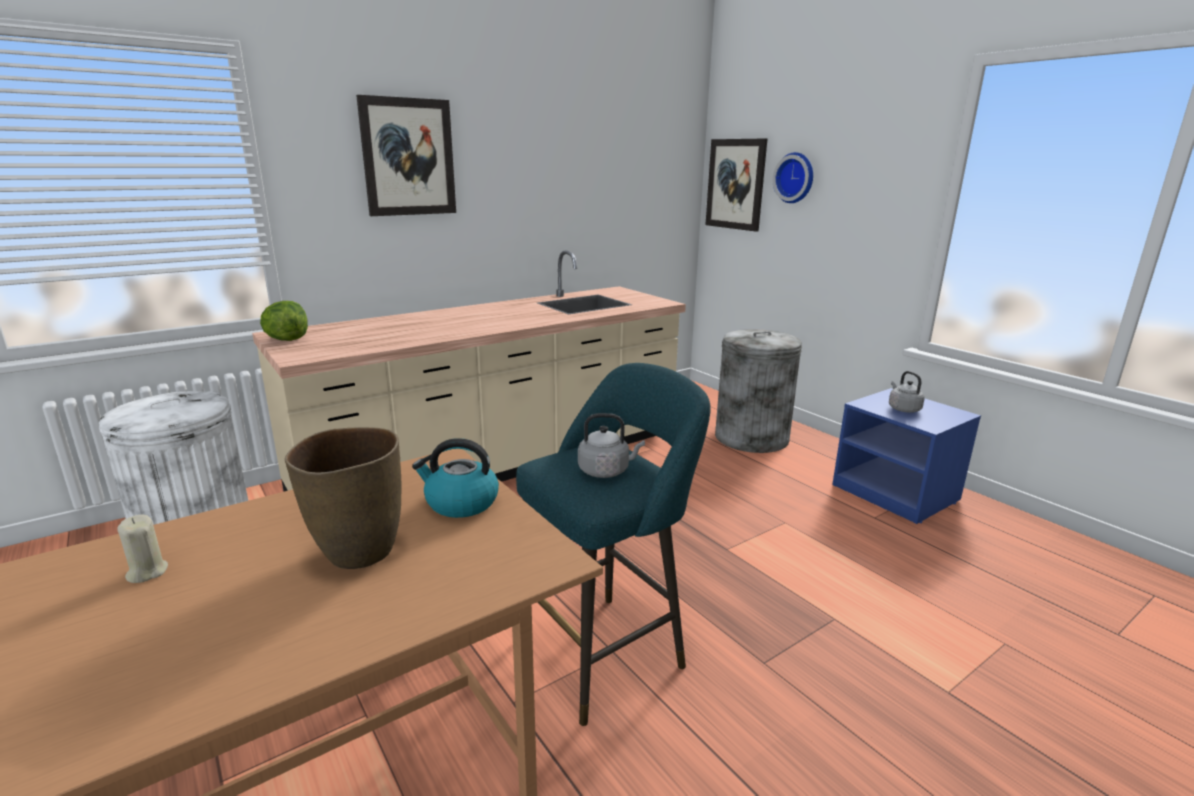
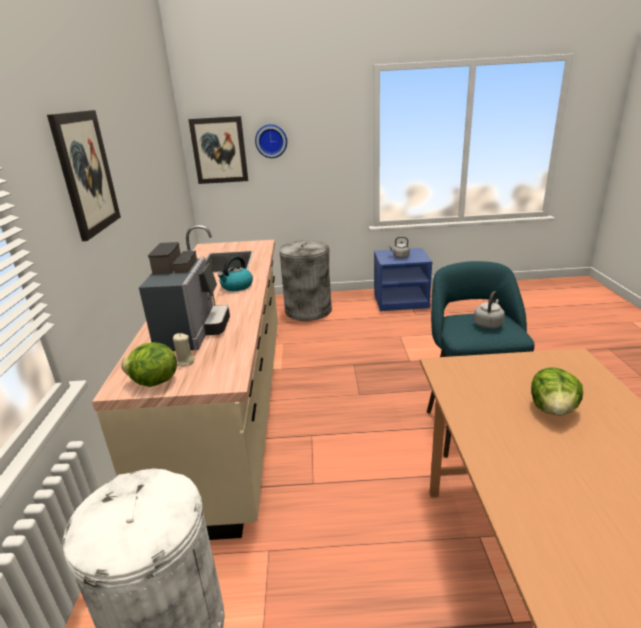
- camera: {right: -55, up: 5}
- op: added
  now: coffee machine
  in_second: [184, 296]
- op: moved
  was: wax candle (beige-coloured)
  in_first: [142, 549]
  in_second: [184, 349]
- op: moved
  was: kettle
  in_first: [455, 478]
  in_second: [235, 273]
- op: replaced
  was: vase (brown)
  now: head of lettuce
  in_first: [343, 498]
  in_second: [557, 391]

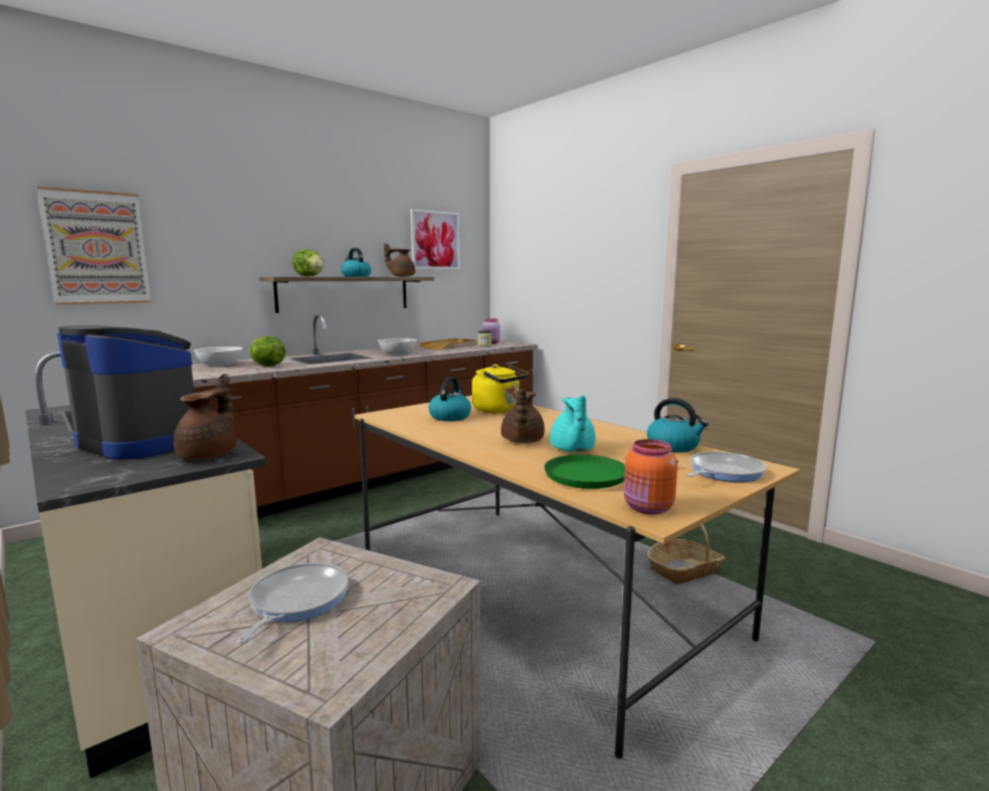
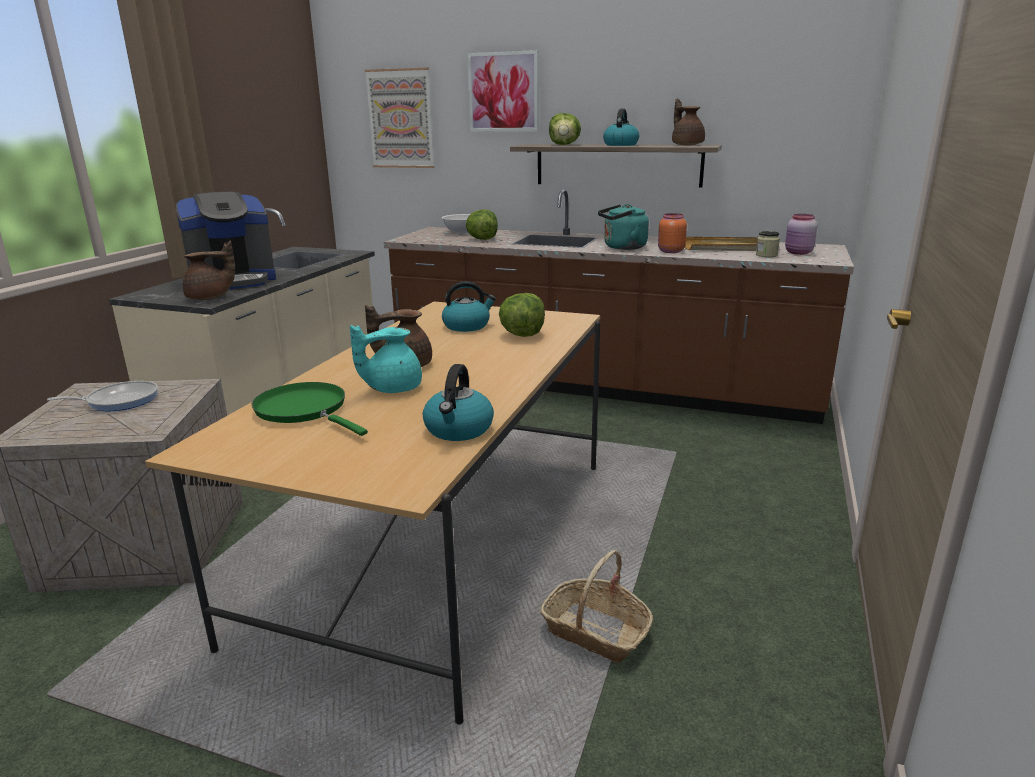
- camera: {right: 60, up: 10}
- op: turned
  was: coffee machine
  in_first: [125, 392]
  in_second: [226, 240]
  clockwise: 60
- op: moved
  was: picture
  in_first: [435, 239]
  in_second: [503, 90]
- op: replaced
  was: kettle (yellowish)
  now: head of lettuce
  in_first: [500, 388]
  in_second: [522, 315]
- op: replaced
  was: deep dish (white-coloured)
  now: kettle (blue-green)
  in_first: [397, 346]
  in_second: [623, 227]
- op: moved
  was: preserve jar (orange-coloured)
  in_first: [651, 476]
  in_second: [672, 233]
- op: removed
  was: frying pan
  in_first: [726, 467]

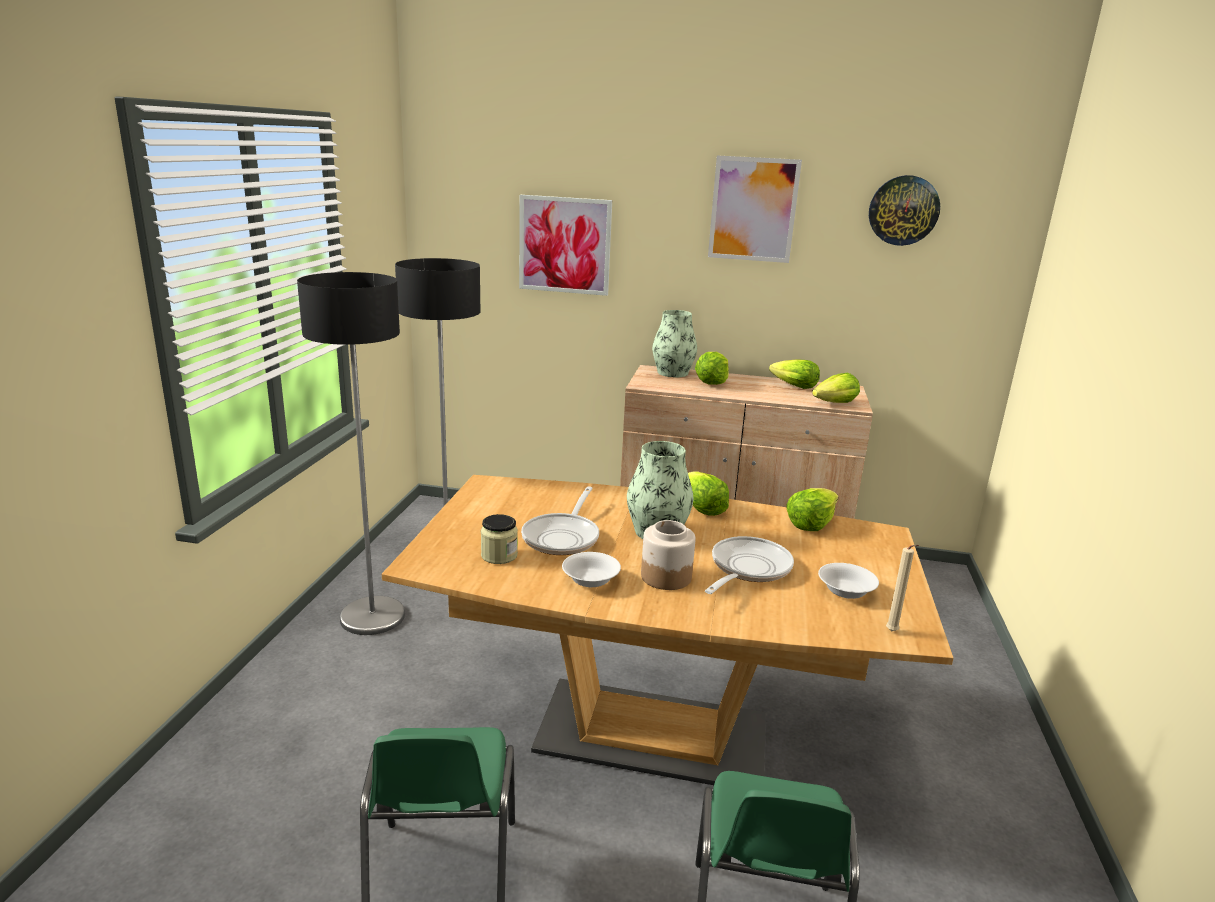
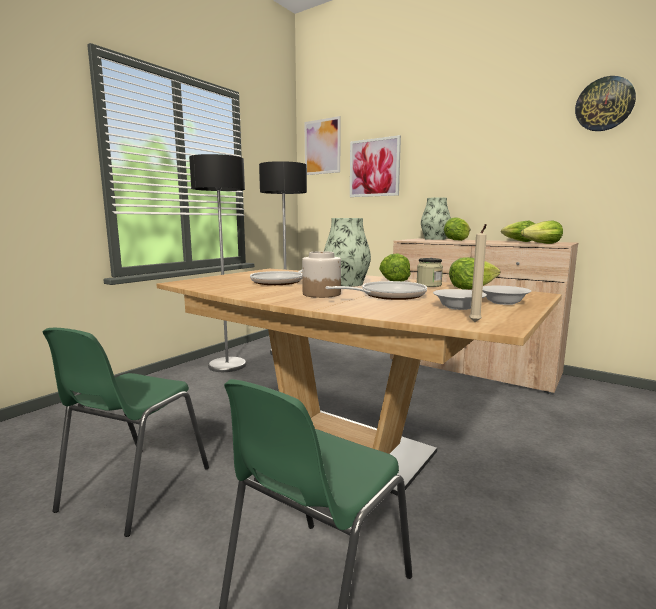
- camera: {right: 25, up: -10}
- op: moved
  was: picture
  in_first: [755, 209]
  in_second: [323, 145]
- op: moved
  was: preserve jar
  in_first: [499, 539]
  in_second: [430, 272]
- op: moved
  was: deep dish (white-coloured)
  in_first: [591, 569]
  in_second: [507, 295]

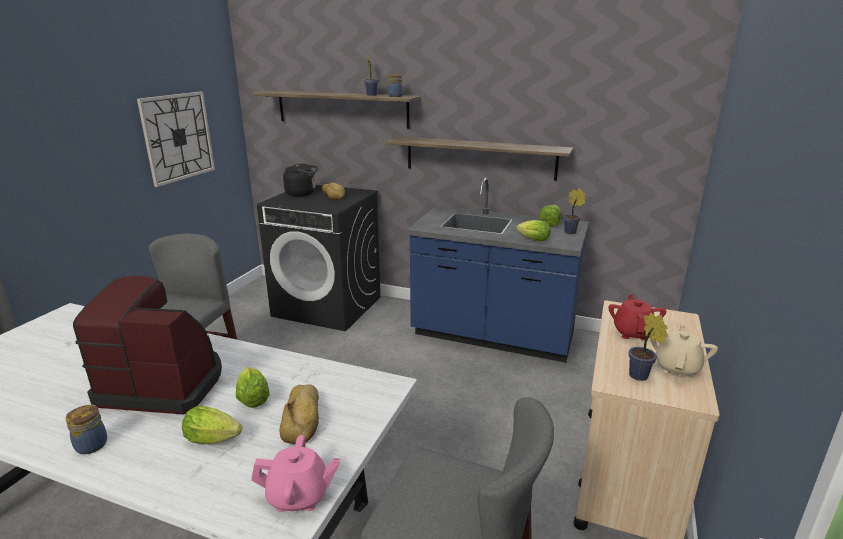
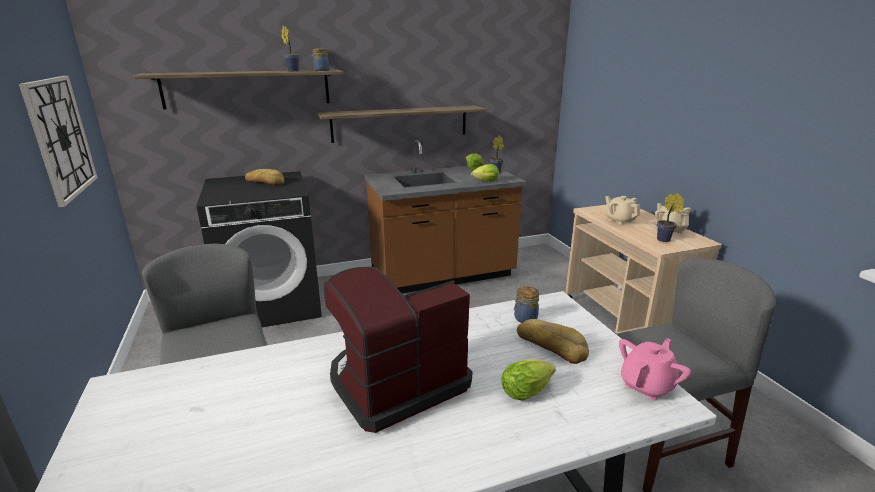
- camera: {right: -40, up: 0}
- op: recoloured
  was: kitchen base unit (blue-coloured)
  now: kitchen base unit (brown)
  in_first: [497, 270]
  in_second: [445, 216]
- op: moved
  was: preserve jar
  in_first: [86, 429]
  in_second: [526, 304]
- op: recoloured
  was: teapot (reddish)
  now: teapot (beige-coloured)
  in_first: [637, 318]
  in_second: [622, 210]
- op: removed
  was: head of lettuce
  in_first: [253, 387]
- op: removed
  was: kettle (black-coloured)
  in_first: [300, 179]

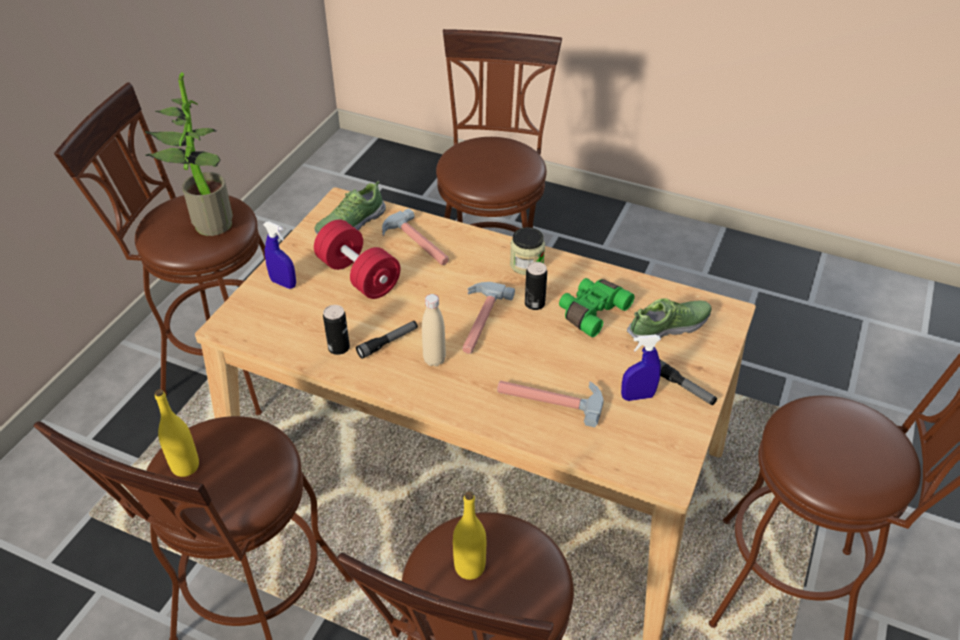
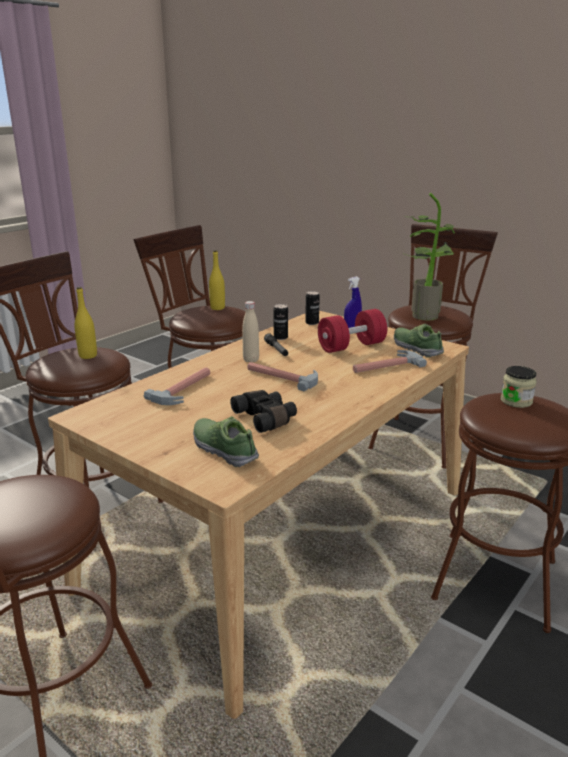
- camera: {right: 105, up: -20}
- op: turned
  was: low shoe
  in_first: [669, 320]
  in_second: [226, 441]
  clockwise: 150
- op: recoloured
  was: field glasses (green)
  now: field glasses (black-coloured)
  in_first: [597, 307]
  in_second: [263, 411]
- op: moved
  was: sealed can
  in_first: [536, 286]
  in_second: [312, 308]
- op: moved
  was: preserve jar
  in_first: [527, 251]
  in_second: [518, 387]
- op: removed
  was: spray bottle (blue-coloured)
  in_first: [641, 367]
- op: removed
  was: hand torch
  in_first: [688, 382]

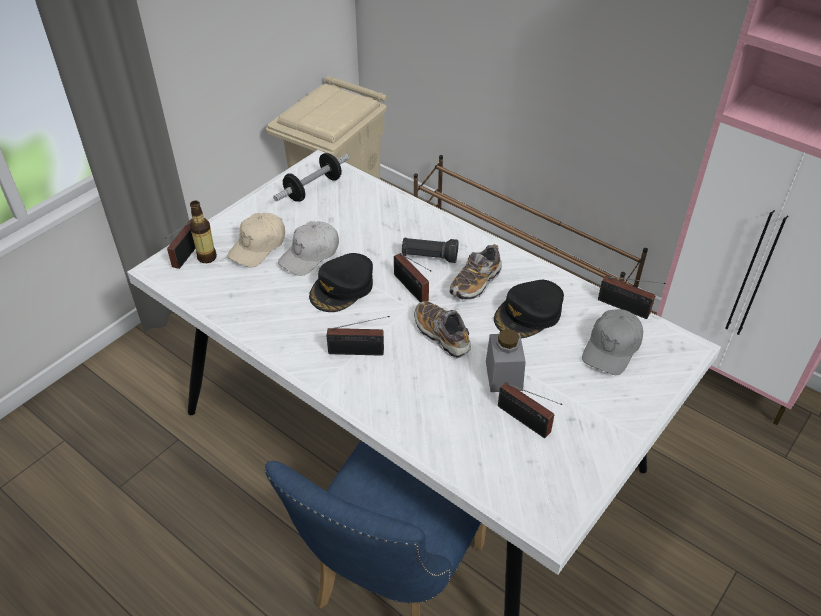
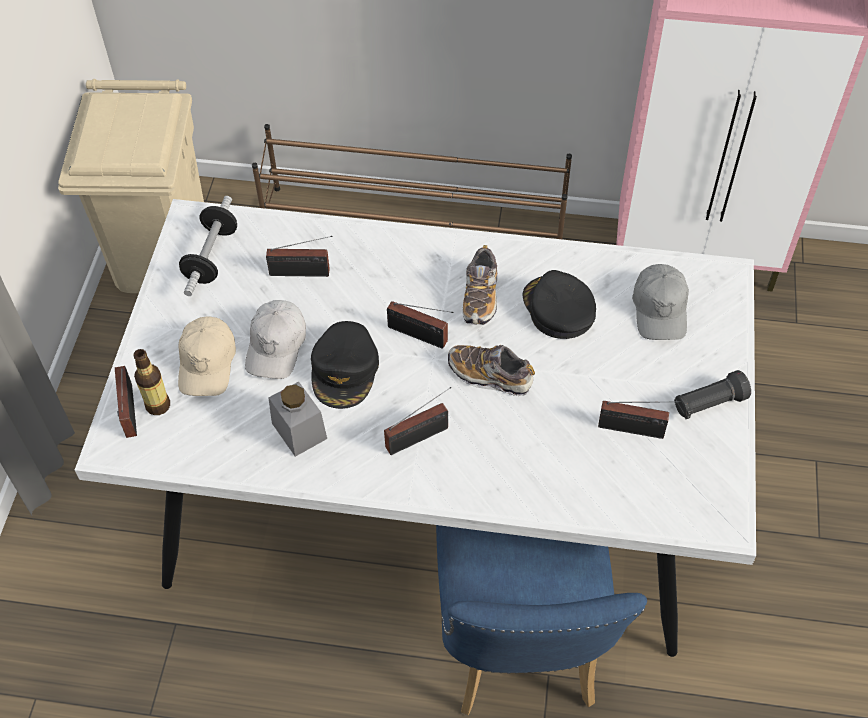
- camera: {right: -30, up: 10}
- op: moved
  was: radio receiver
  in_first: [632, 297]
  in_second: [299, 256]
- op: moved
  was: preserve jar (grey)
  in_first: [506, 360]
  in_second: [297, 419]
- op: turned
  was: peaked cap (black-coloured)
  in_first: [529, 309]
  in_second: [559, 304]
  clockwise: 135
- op: moved
  was: hand torch (black-coloured)
  in_first: [430, 250]
  in_second: [712, 394]

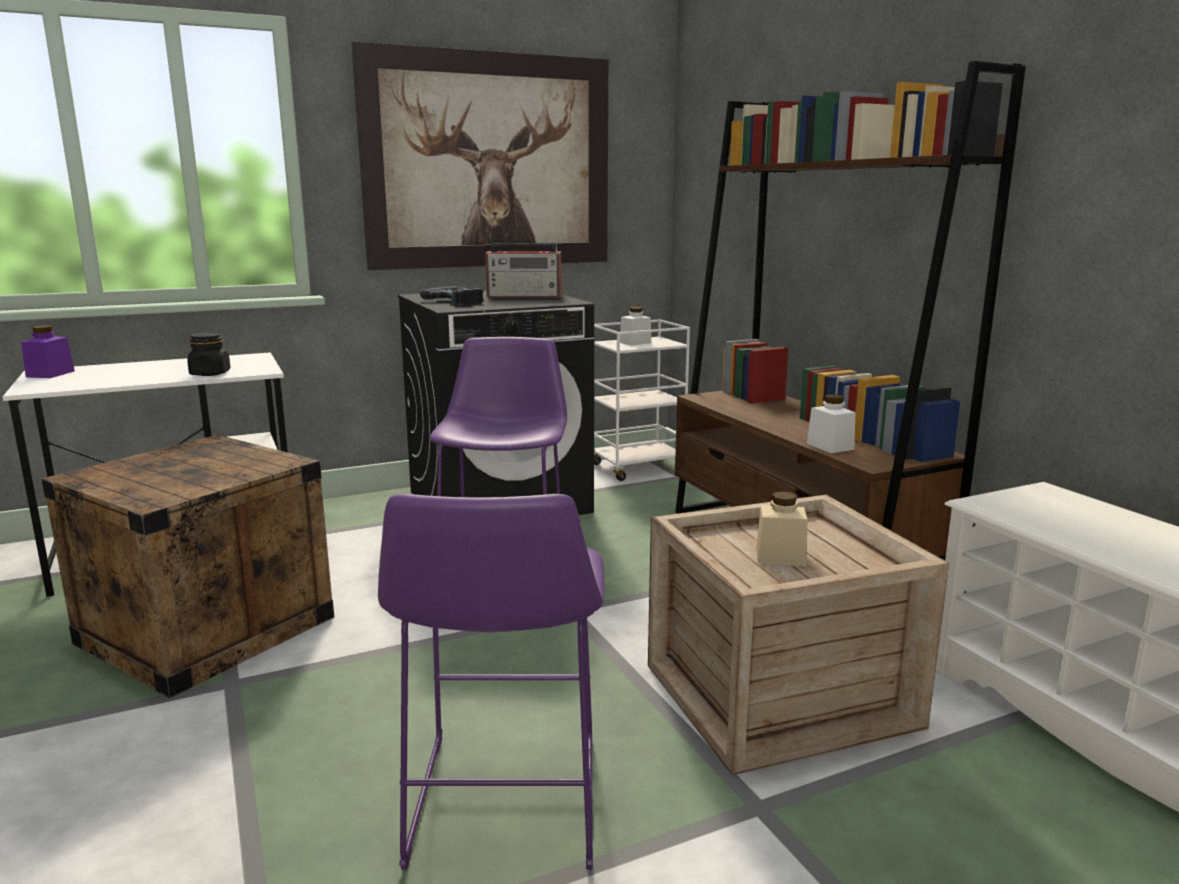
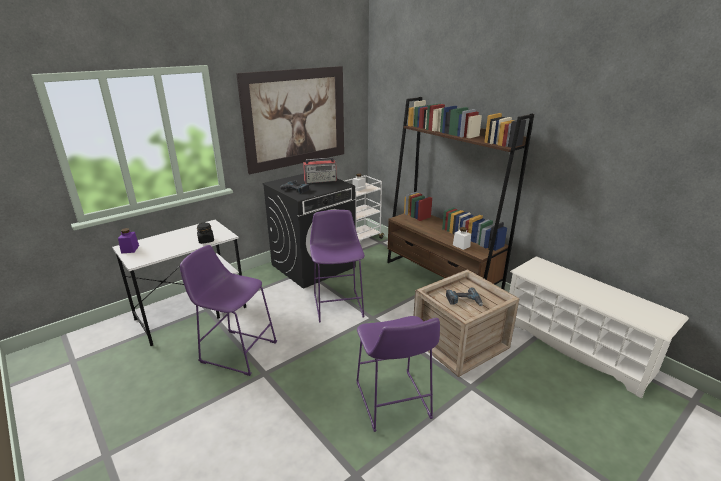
- camera: {right: -15, up: 10}
- op: replaced
  was: crate
  now: sitting stool (purple-coloured)
  in_first: [187, 566]
  in_second: [228, 310]
- op: replaced
  was: preserve jar (beige-coloured)
  now: power drill
  in_first: [782, 528]
  in_second: [464, 296]

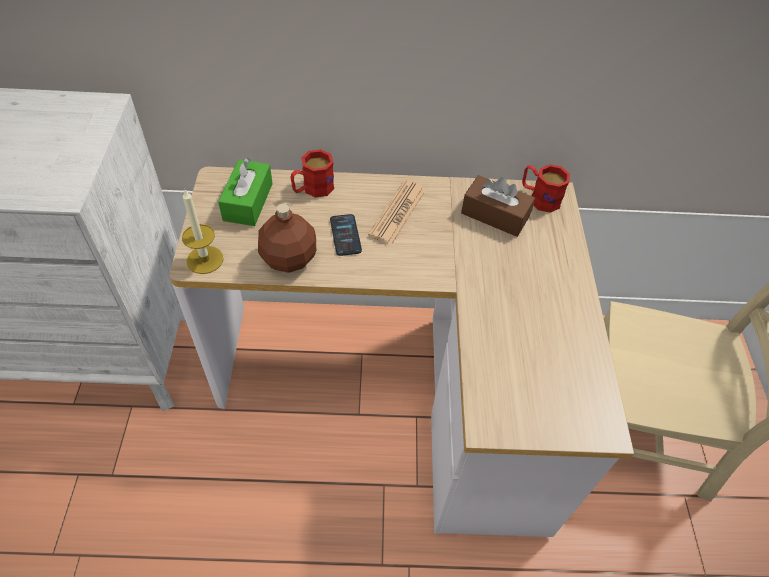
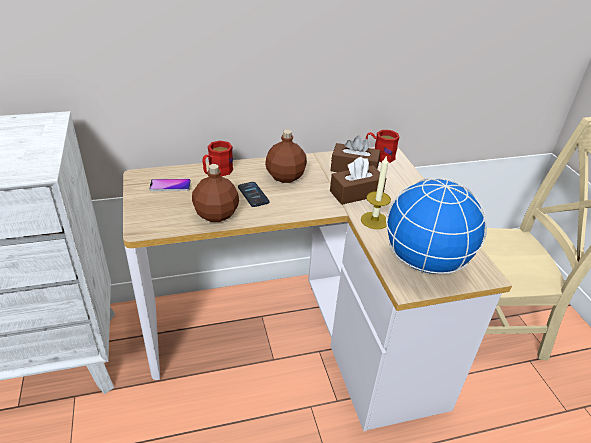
- camera: {right: -15, up: -15}
- op: replaced
  was: tissue box (green)
  now: phone
  in_first: [245, 191]
  in_second: [170, 184]
- op: replaced
  was: newspaper
  now: beverage bottle (brown)
  in_first: [396, 213]
  in_second: [286, 156]
- op: added
  now: tissue box (brown)
  in_second: [358, 181]
- op: moved
  was: wax candle
  in_first: [202, 232]
  in_second: [376, 192]
- op: added
  now: world globe
  in_second: [436, 226]

